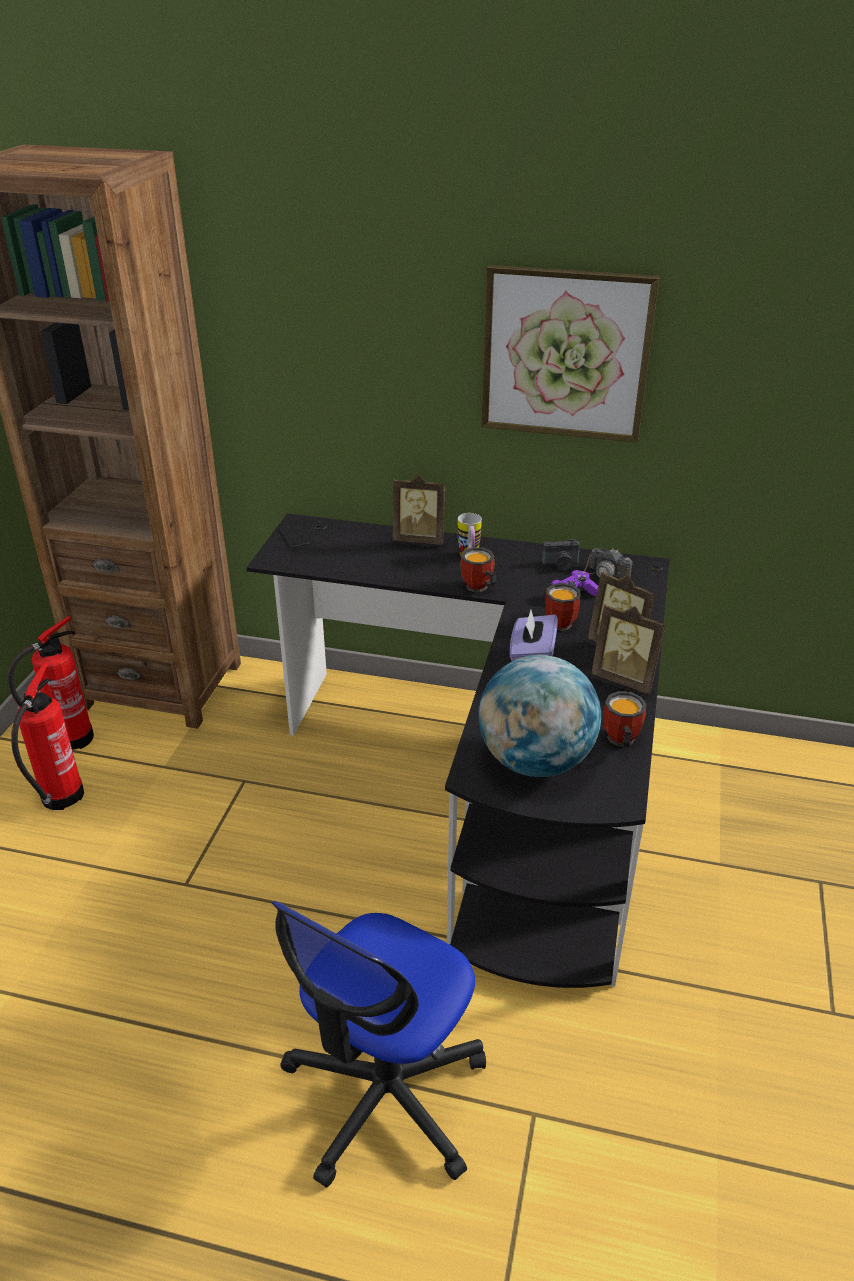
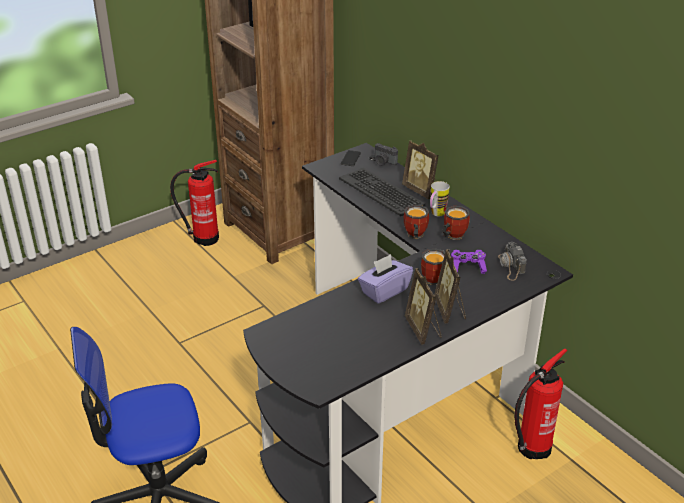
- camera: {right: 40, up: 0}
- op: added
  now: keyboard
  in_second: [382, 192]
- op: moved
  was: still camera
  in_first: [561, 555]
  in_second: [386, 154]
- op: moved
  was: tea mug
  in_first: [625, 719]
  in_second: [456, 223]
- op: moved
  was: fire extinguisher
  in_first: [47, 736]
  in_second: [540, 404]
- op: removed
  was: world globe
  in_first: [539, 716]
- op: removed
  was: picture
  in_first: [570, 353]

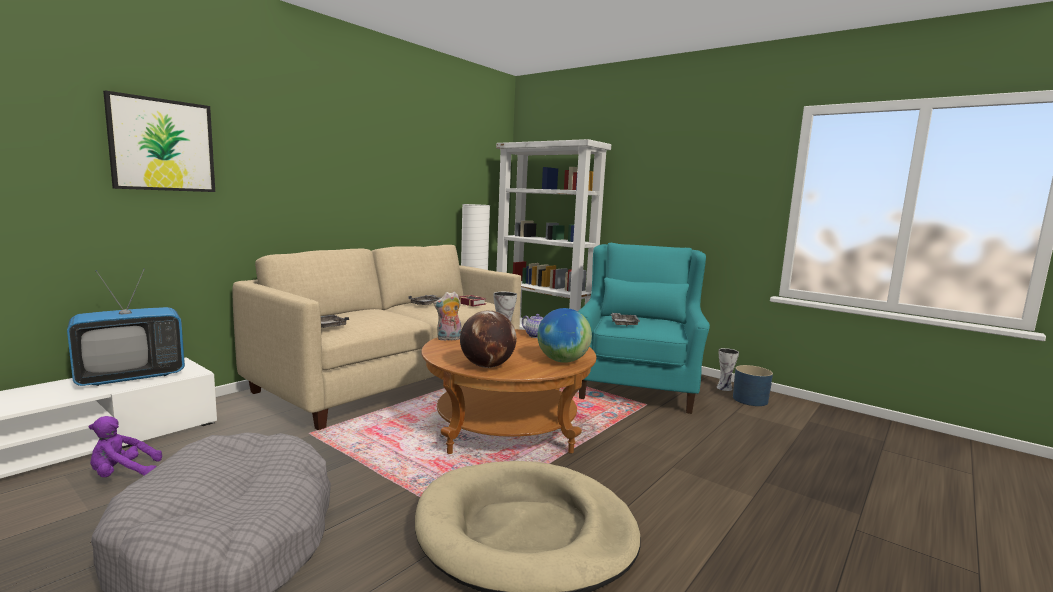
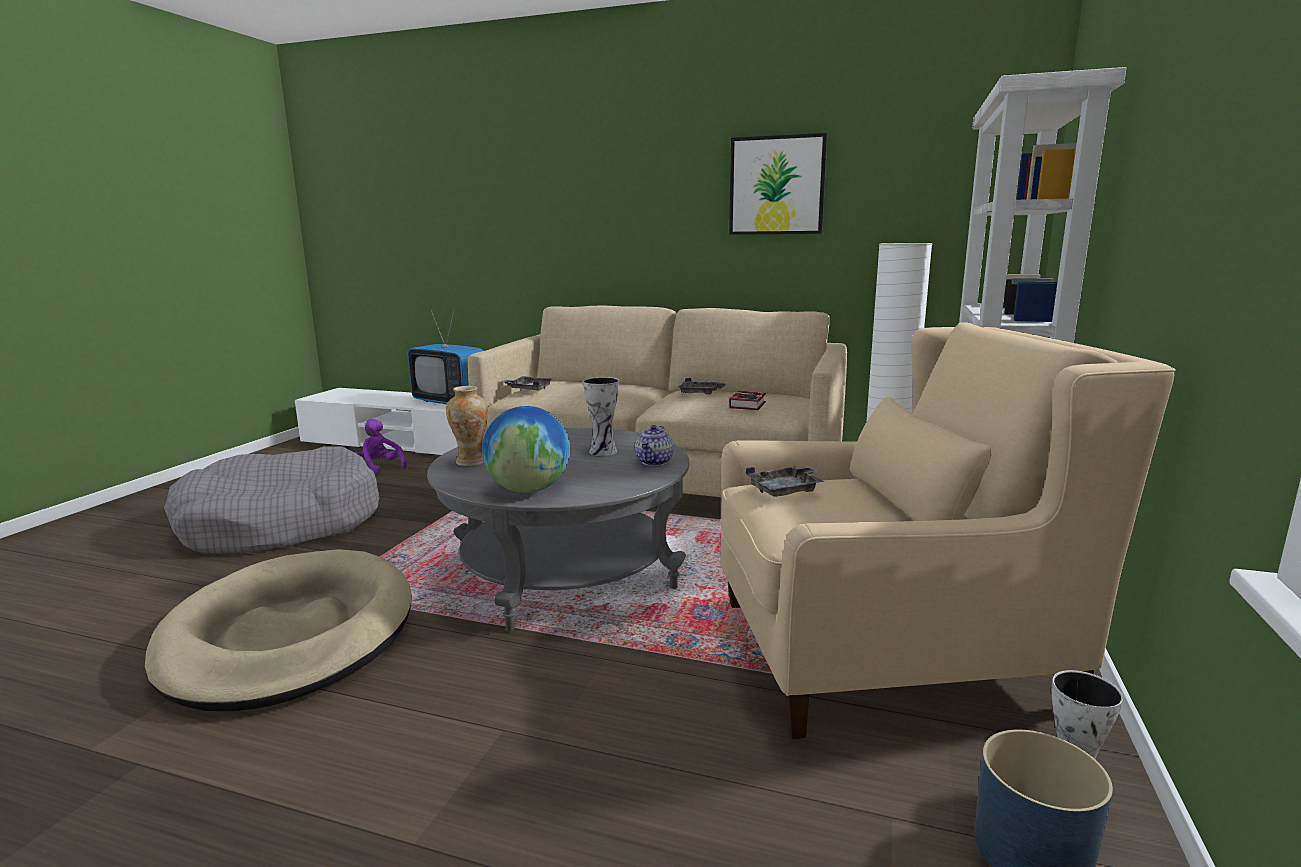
- camera: {right: 70, up: 5}
- op: recoloured
  was: coffee table (brown)
  now: coffee table (grey)
  in_first: [508, 391]
  in_second: [558, 529]
- op: replaced
  was: world globe
  now: vase
  in_first: [488, 339]
  in_second: [467, 426]
- op: recoloured
  was: lounge chair (blue-green)
  now: lounge chair (beige-coloured)
  in_first: [644, 328]
  in_second: [948, 530]
- op: moved
  was: picture
  in_first: [159, 141]
  in_second: [778, 184]
- op: removed
  was: soft toy
  in_first: [448, 316]

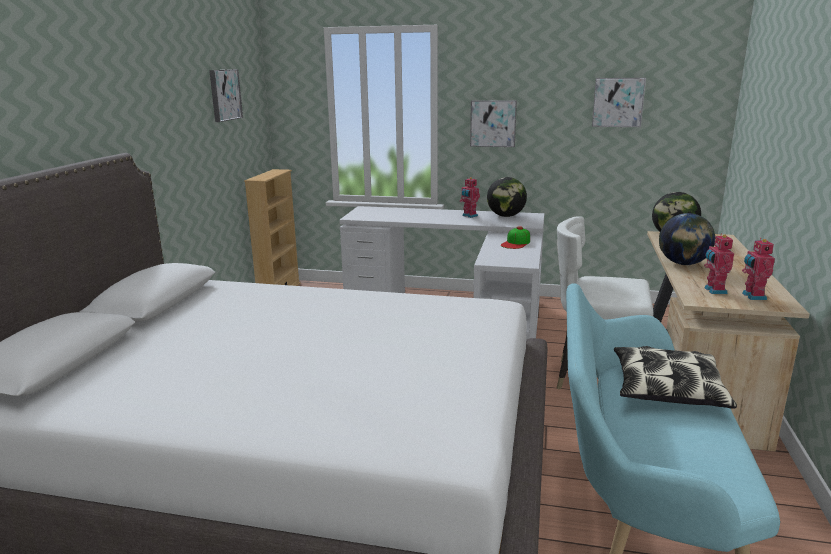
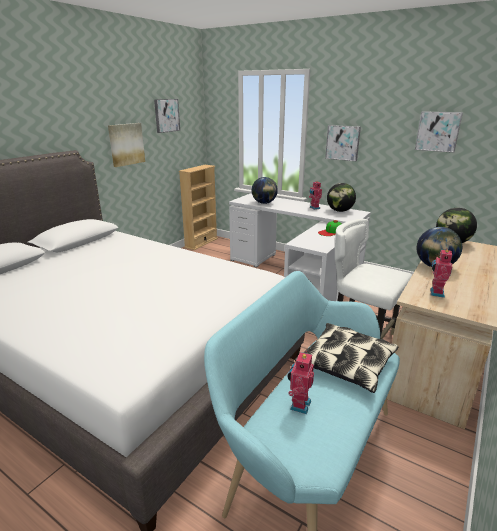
- camera: {right: 20, up: 5}
- op: added
  now: picture
  in_second: [126, 145]
- op: added
  now: world globe
  in_second: [265, 190]
- op: moved
  was: toy robot
  in_first: [758, 269]
  in_second: [301, 382]

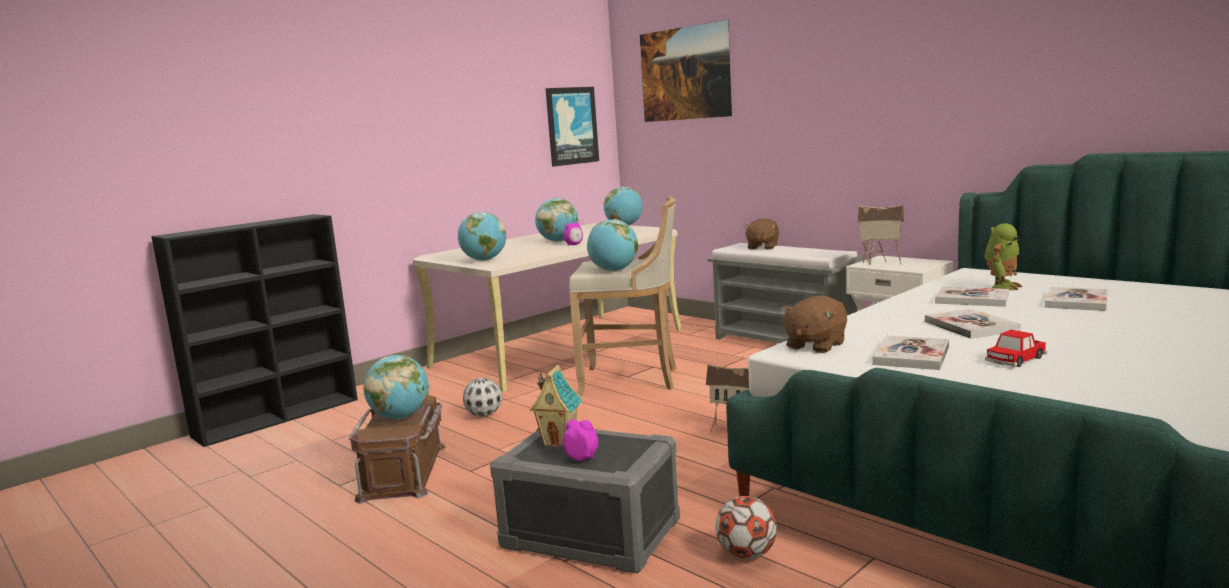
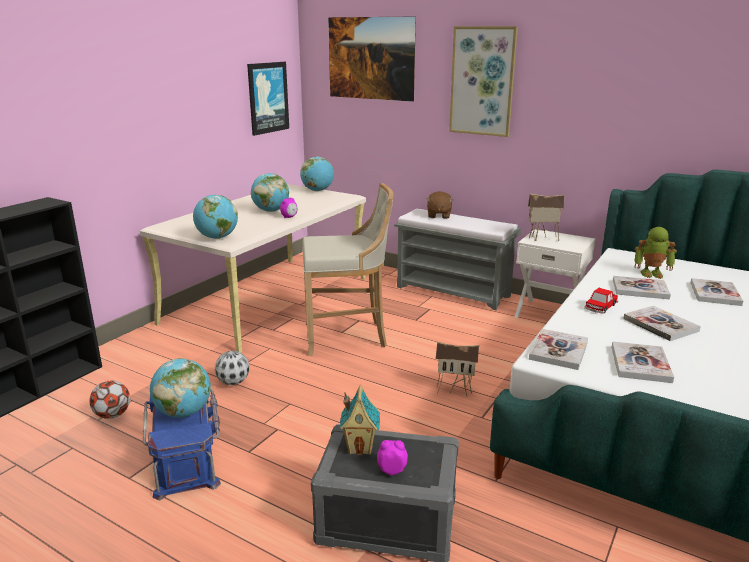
- camera: {right: -15, up: 10}
- op: moved
  was: football
  in_first: [746, 527]
  in_second: [109, 400]
- op: recoloured
  was: storage container (brown)
  now: storage container (blue-coloured)
  in_first: [397, 449]
  in_second: [182, 444]
- op: added
  now: picture
  in_second: [483, 81]
- op: replaced
  was: soft toy (brown)
  now: bound book
  in_first: [814, 324]
  in_second: [558, 349]
- op: moved
  was: toy car
  in_first: [1016, 348]
  in_second: [601, 301]
- op: turned
  was: toy robot
  in_first: [1004, 256]
  in_second: [655, 253]
  clockwise: 75
- op: removed
  was: world globe
  in_first: [612, 245]

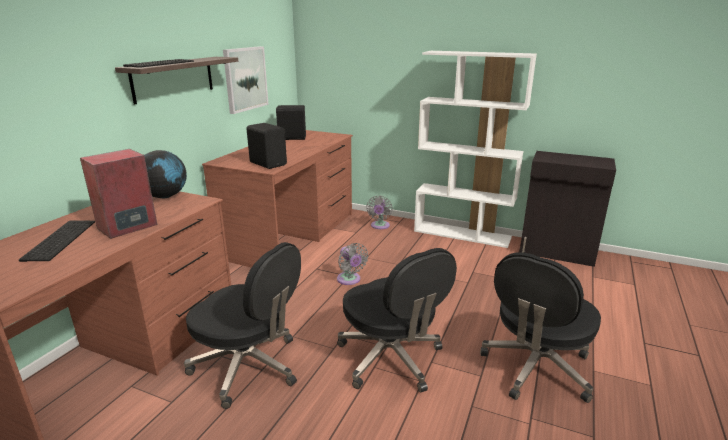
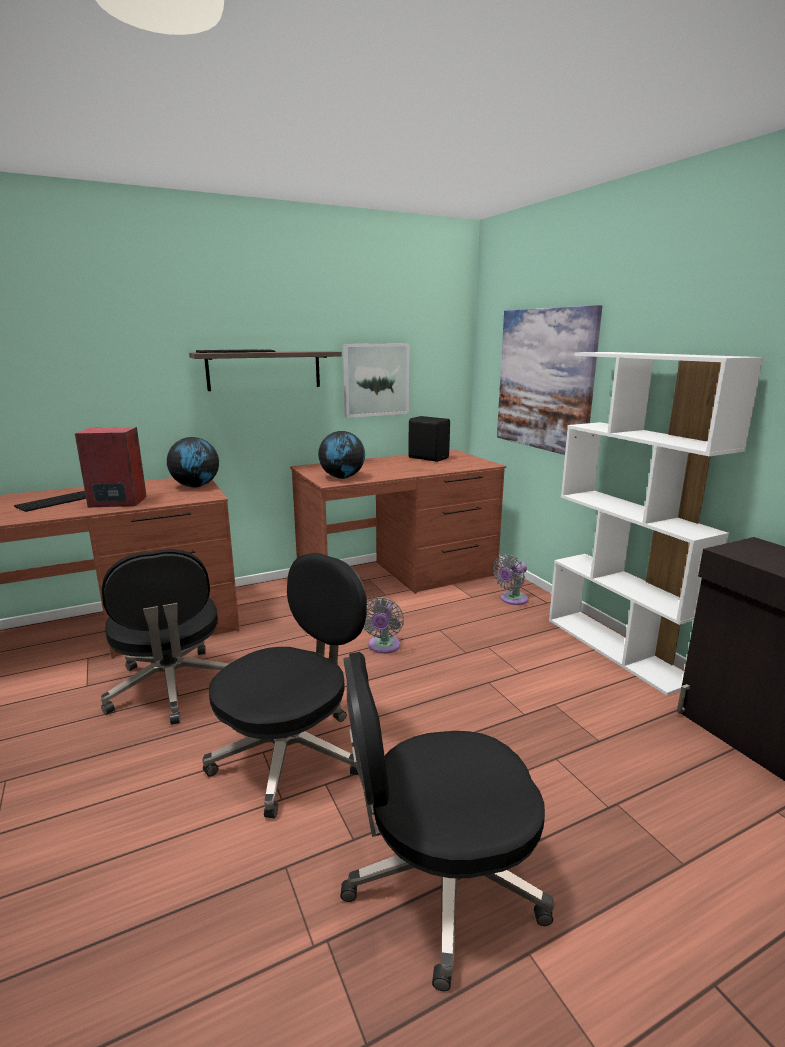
- camera: {right: 40, up: -5}
- op: turned
  was: desk chair (black-coloured)
  in_first: [397, 320]
  in_second: [284, 685]
  clockwise: -150
- op: replaced
  was: loudspeaker (black-coloured)
  now: world globe
  in_first: [267, 146]
  in_second: [341, 455]
- op: added
  now: picture
  in_second: [549, 380]

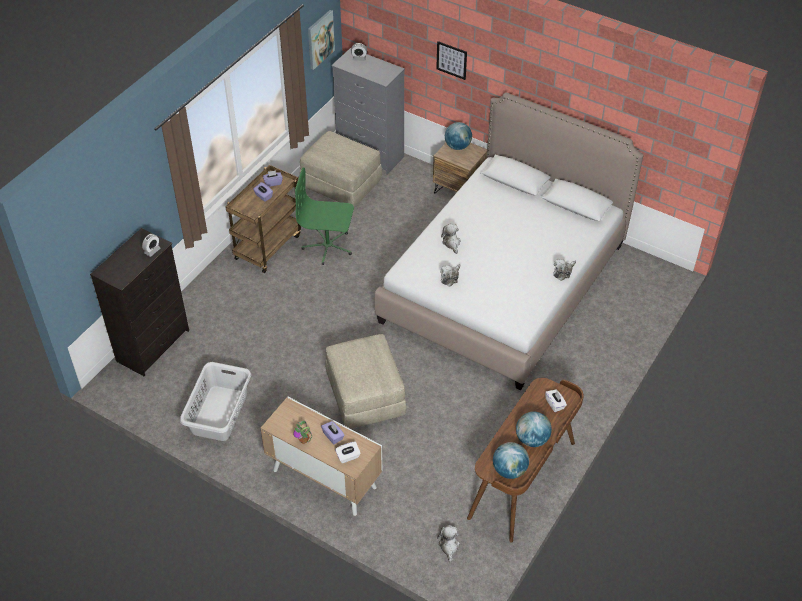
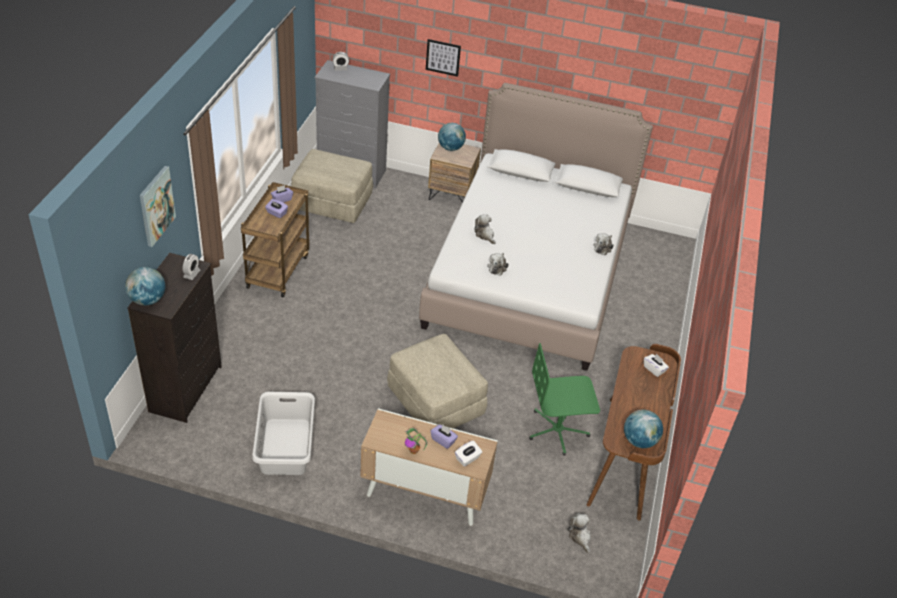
- camera: {right: -20, up: -5}
- op: moved
  was: world globe
  in_first: [534, 429]
  in_second: [145, 286]
- op: moved
  was: picture
  in_first: [321, 40]
  in_second: [158, 206]
- op: moved
  was: desk chair (green)
  in_first: [324, 216]
  in_second: [564, 399]

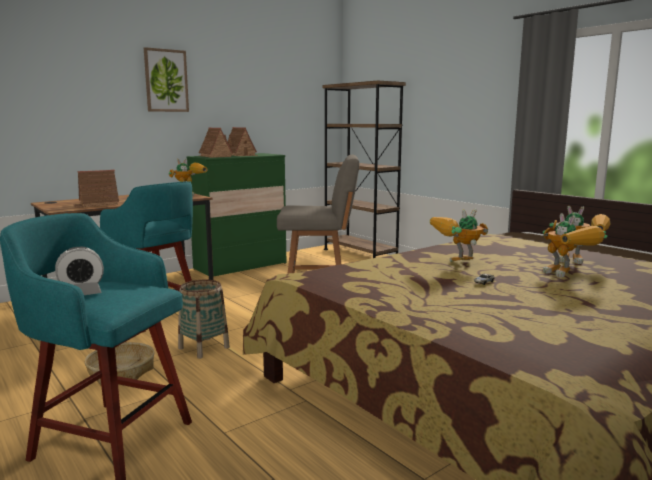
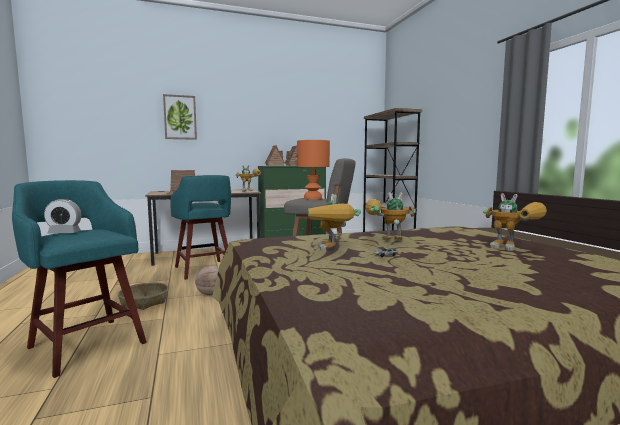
- camera: {right: 20, up: -5}
- op: moved
  was: picture
  in_first: [166, 79]
  in_second: [180, 117]
- op: replaced
  was: household basket
  now: basketball ball
  in_first: [204, 319]
  in_second: [207, 280]
- op: added
  now: lamp for a table (orange-coloured)
  in_second: [313, 170]
- op: moved
  was: toy robot
  in_first: [575, 245]
  in_second: [334, 222]

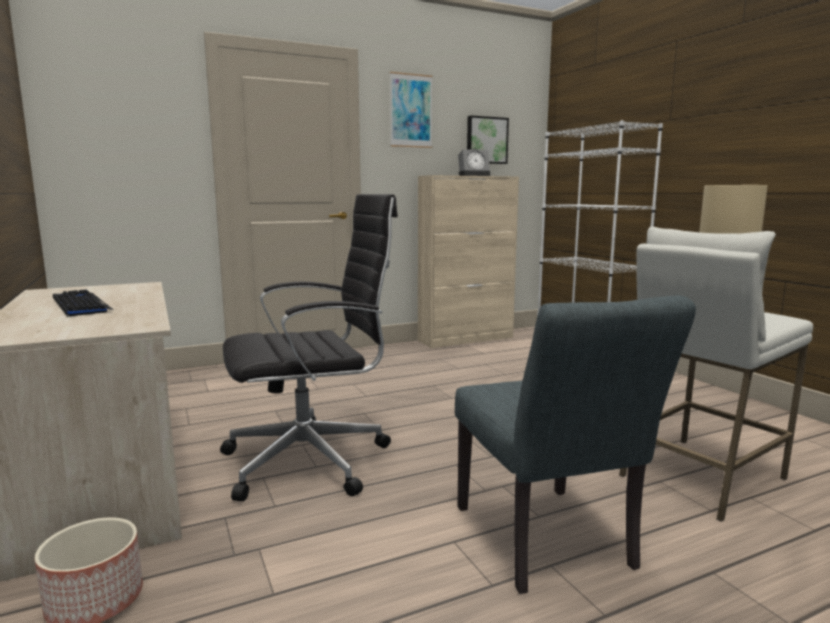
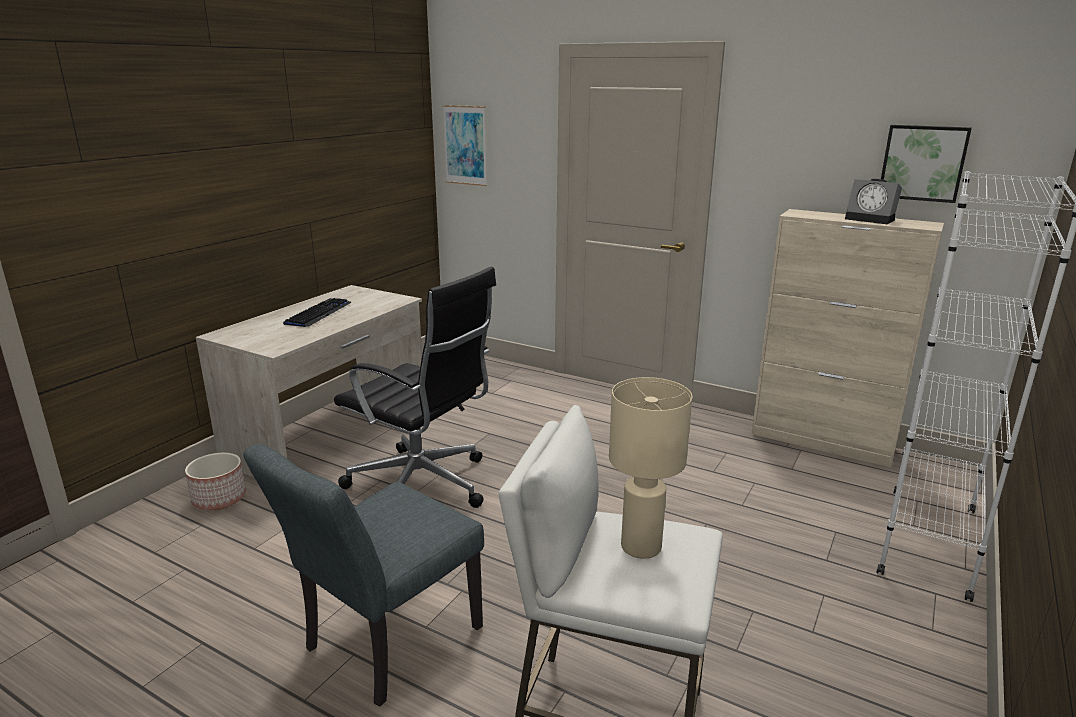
- camera: {right: 55, up: 10}
- op: moved
  was: picture
  in_first: [411, 110]
  in_second: [465, 145]

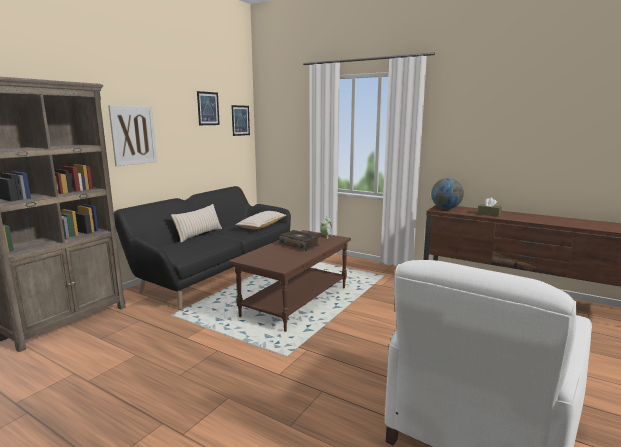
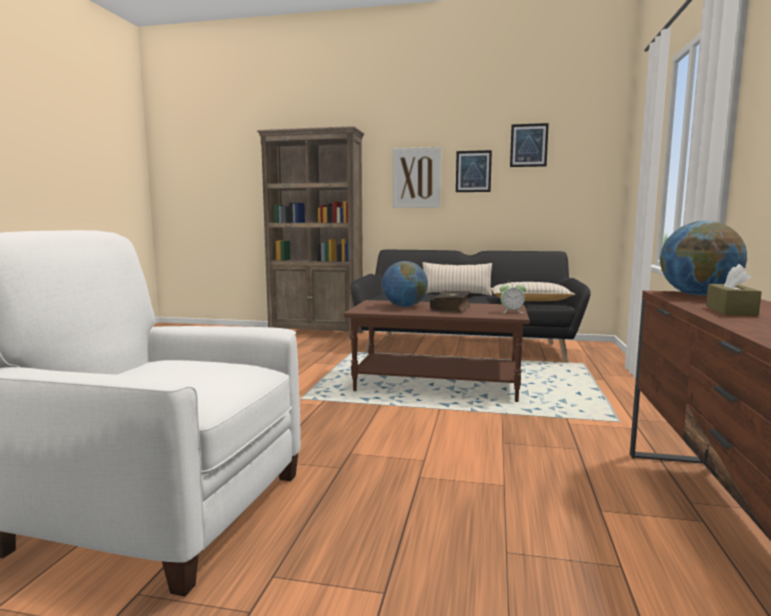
- camera: {right: 70, up: -5}
- op: added
  now: world globe
  in_second: [405, 284]
- op: moved
  was: picture
  in_first: [240, 120]
  in_second: [474, 171]

